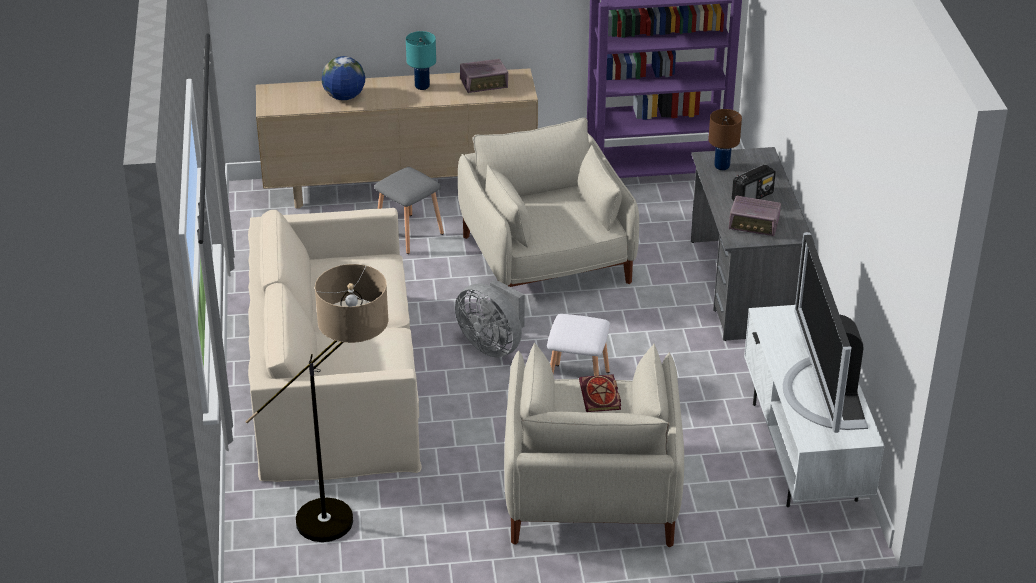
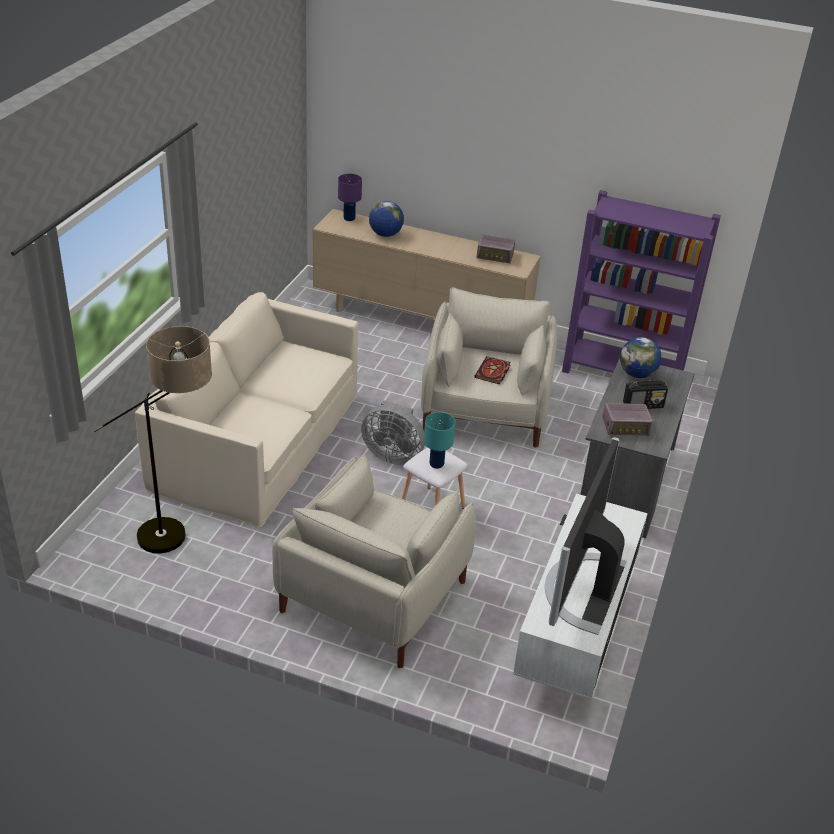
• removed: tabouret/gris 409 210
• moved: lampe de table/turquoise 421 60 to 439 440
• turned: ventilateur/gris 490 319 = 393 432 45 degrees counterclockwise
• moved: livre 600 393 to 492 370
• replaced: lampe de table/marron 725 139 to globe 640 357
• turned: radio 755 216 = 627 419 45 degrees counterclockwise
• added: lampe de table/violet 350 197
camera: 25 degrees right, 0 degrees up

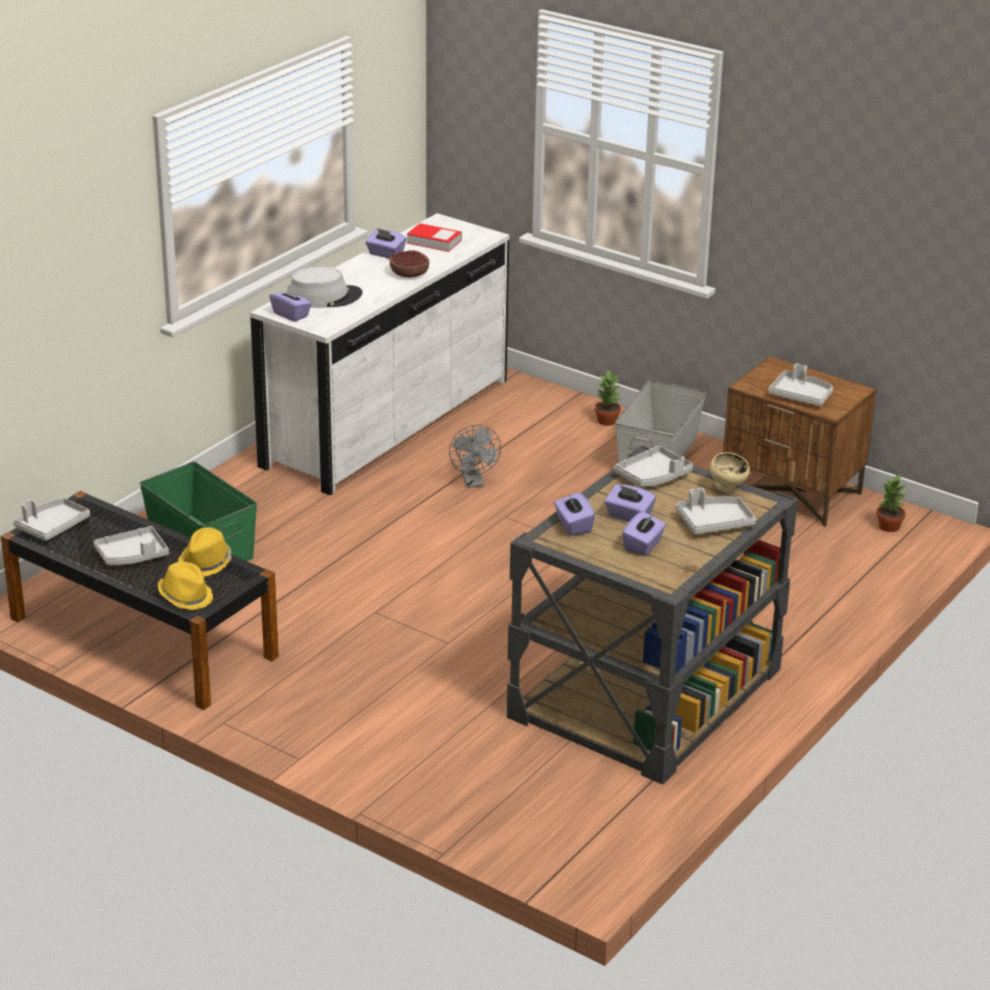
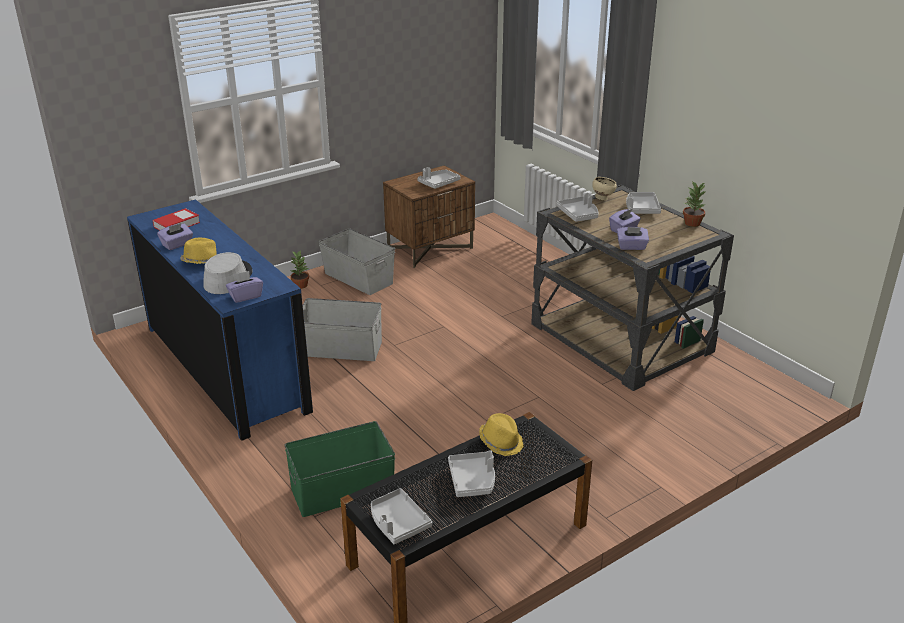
• moved: chapeau/jaune 185 586 to 198 250
• recoloured: commode/blanc 380 354 to commode/bleu 220 320
• removed: bol 409 263
• replaced: ventilateur/gris 475 456 to boîte de rangement/gris 342 329
• removed: boîte à mouchoirs/violet 644 533
• moved: plante en pot 892 503 to 694 204
camera: 70 degrees left, 0 degrees up

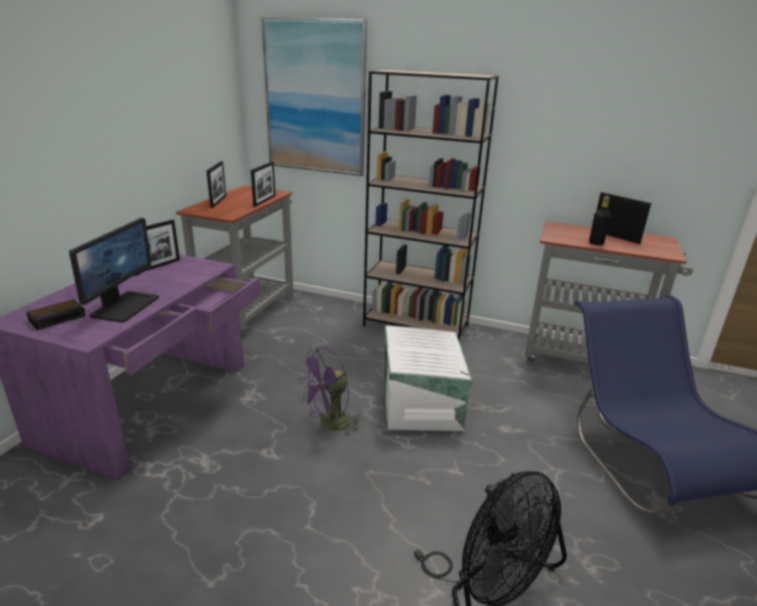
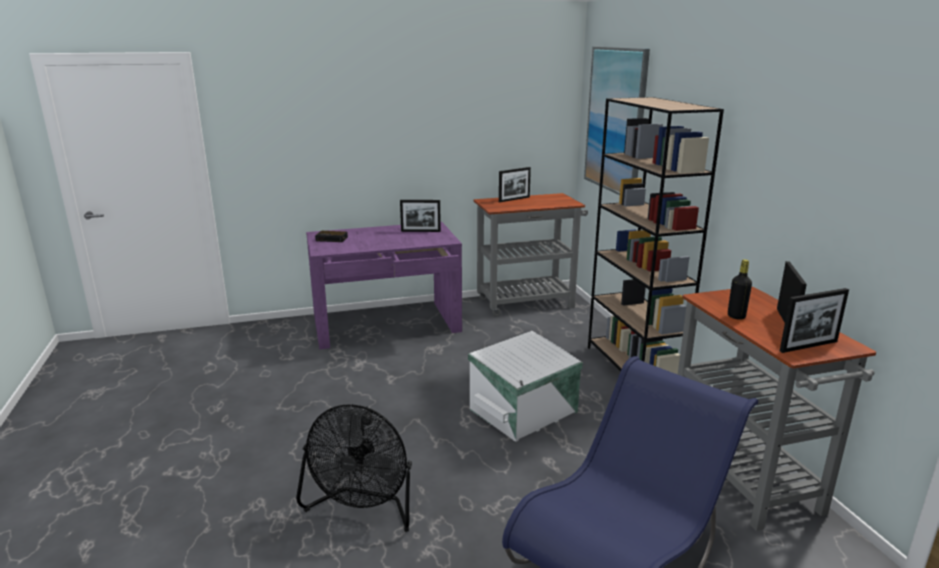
• removed: écran d'ordinateur 114 270
• moved: cadre photo 263 184 to 814 320
• removed: ventilateur/violet 329 391
camera: 55 degrees right, 5 degrees down

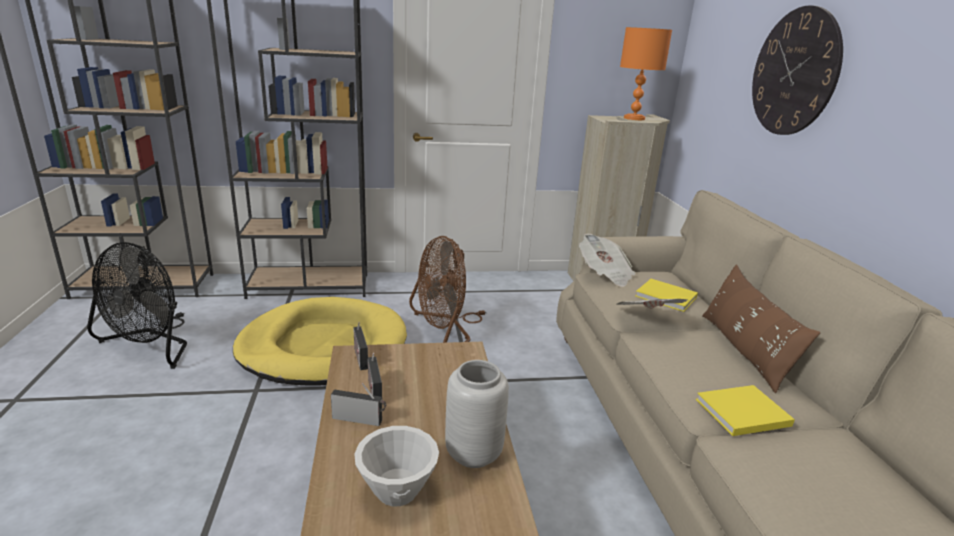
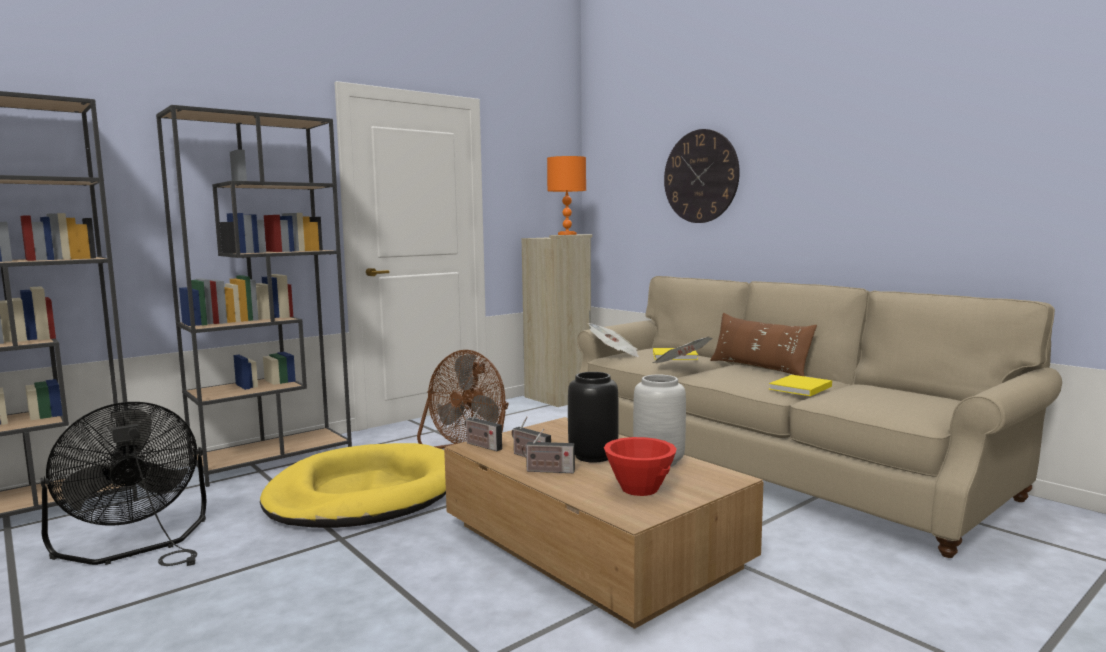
• turned: ventilateur/noir 137 305 = 123 484 150 degrees clockwise
• turned: radio 358 404 = 548 450 150 degrees counterclockwise
• recoloured: bol/blanc 396 466 to bol/rouge 640 466
• added: vase/noir 593 417
camera: 30 degrees left, 15 degrees down

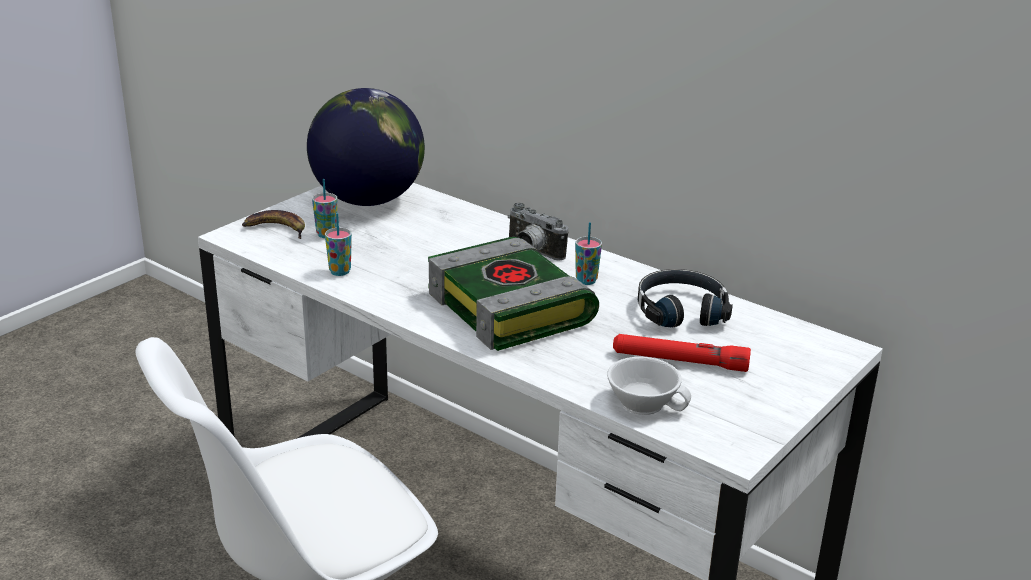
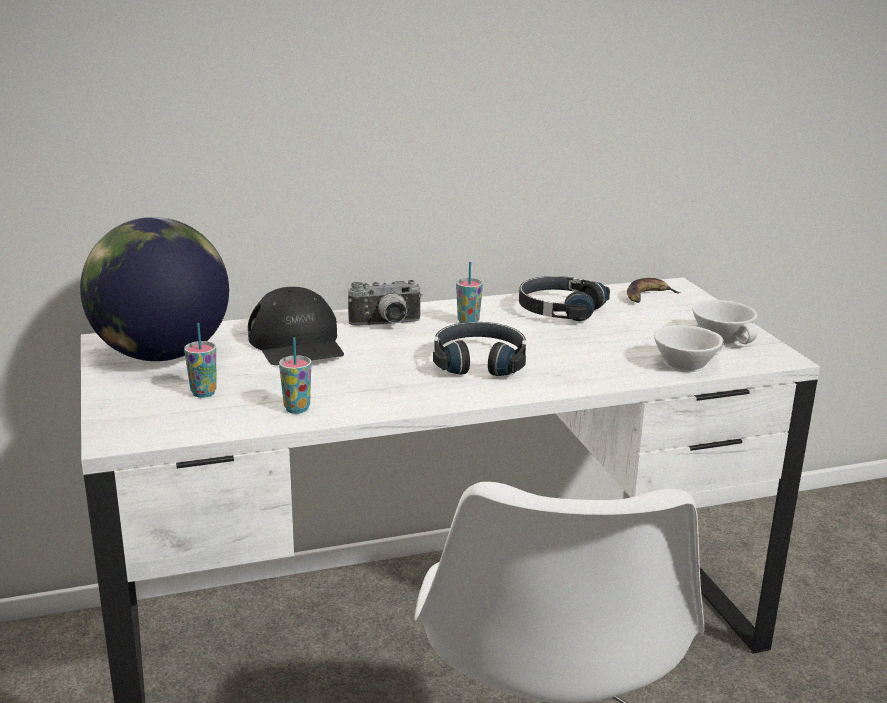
• moved: banane 273 224 to 654 290
• replaced: livre 513 294 to casque audio/noir 479 349
• removed: lampe de poche/rouge 682 353
• added: casquette/noir 296 326
• added: tasse/blanc 724 322
camera: 55 degrees left, 5 degrees down

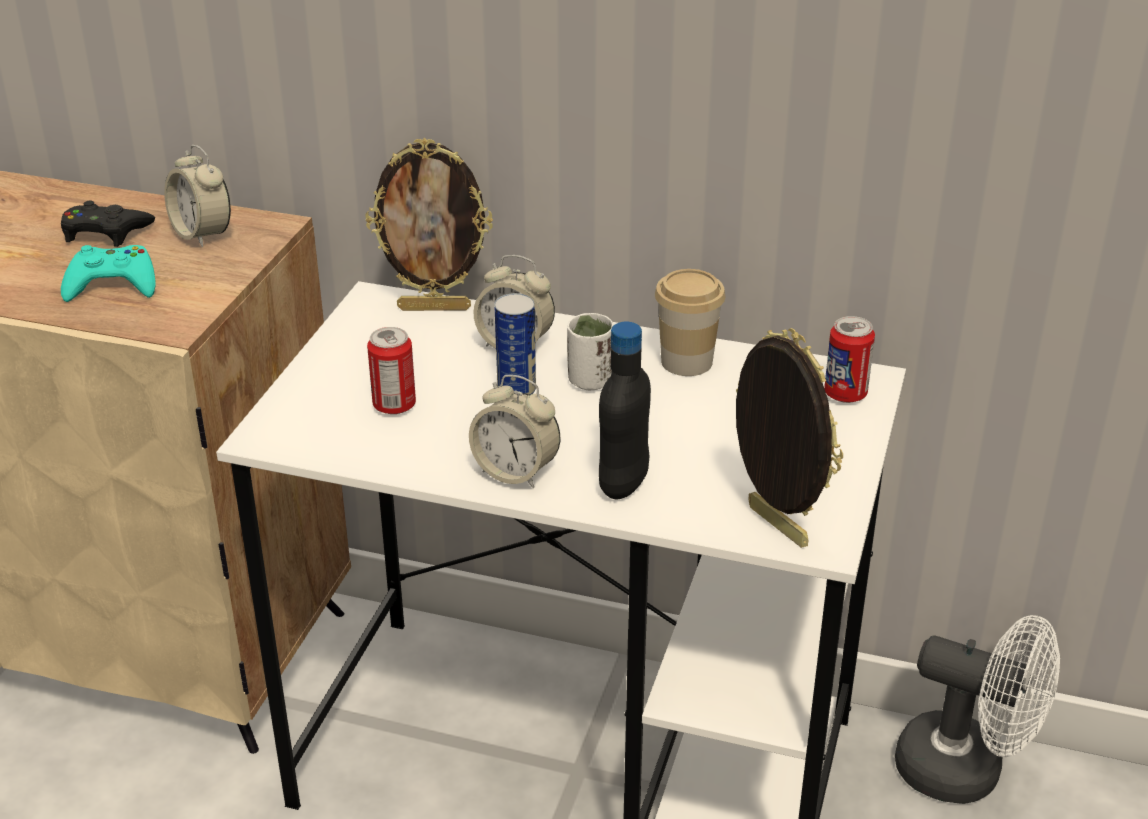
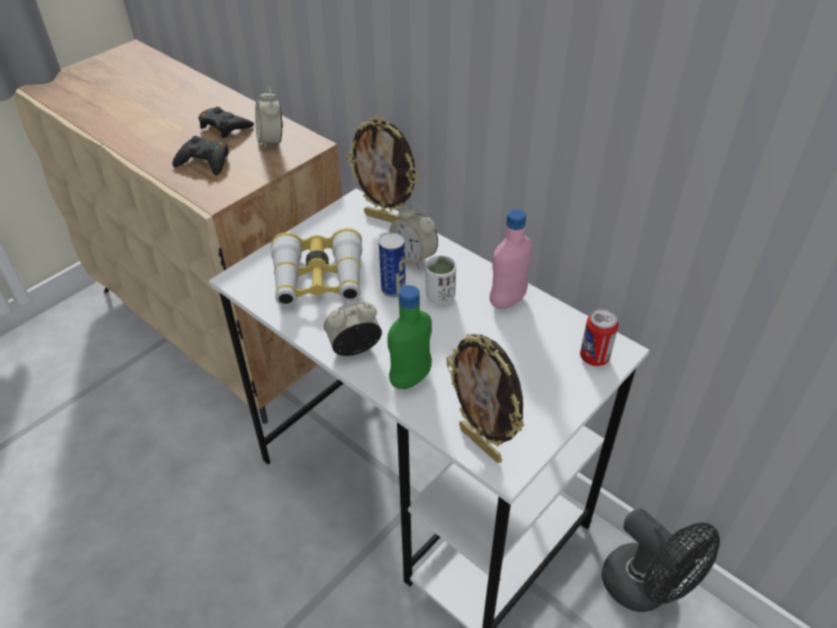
• recoloured: manette/turquoise 108 273 to manette/noir 200 156
• replaced: boîte métallique 391 370 to jumelles 316 267
• turned: réveil 514 431 = 353 329 105 degrees clockwise
• recoloured: bouteille/noir 625 411 to bouteille/vert 409 337
• replaced: tasse 690 322 to bouteille/rose 511 259
• turned: cadre photo 789 438 = 485 398 150 degrees clockwise
• recoloured: ventilateur/blanc 977 709 to ventilateur/noir 661 560
camera: 25 degrees right, 10 degrees up

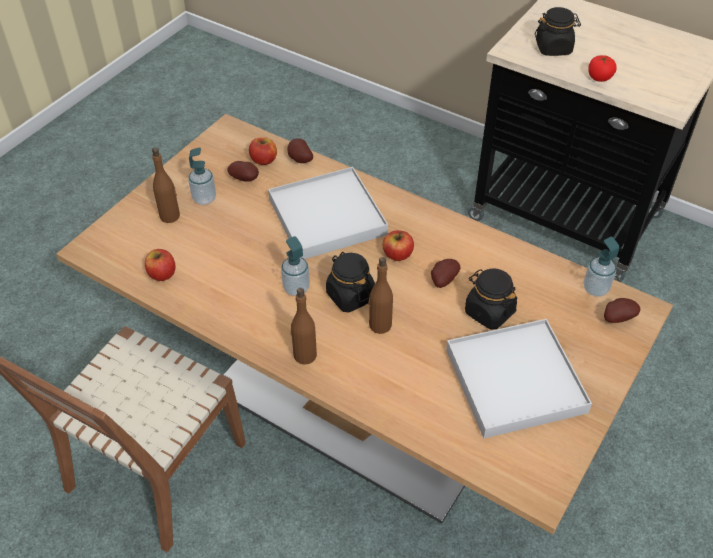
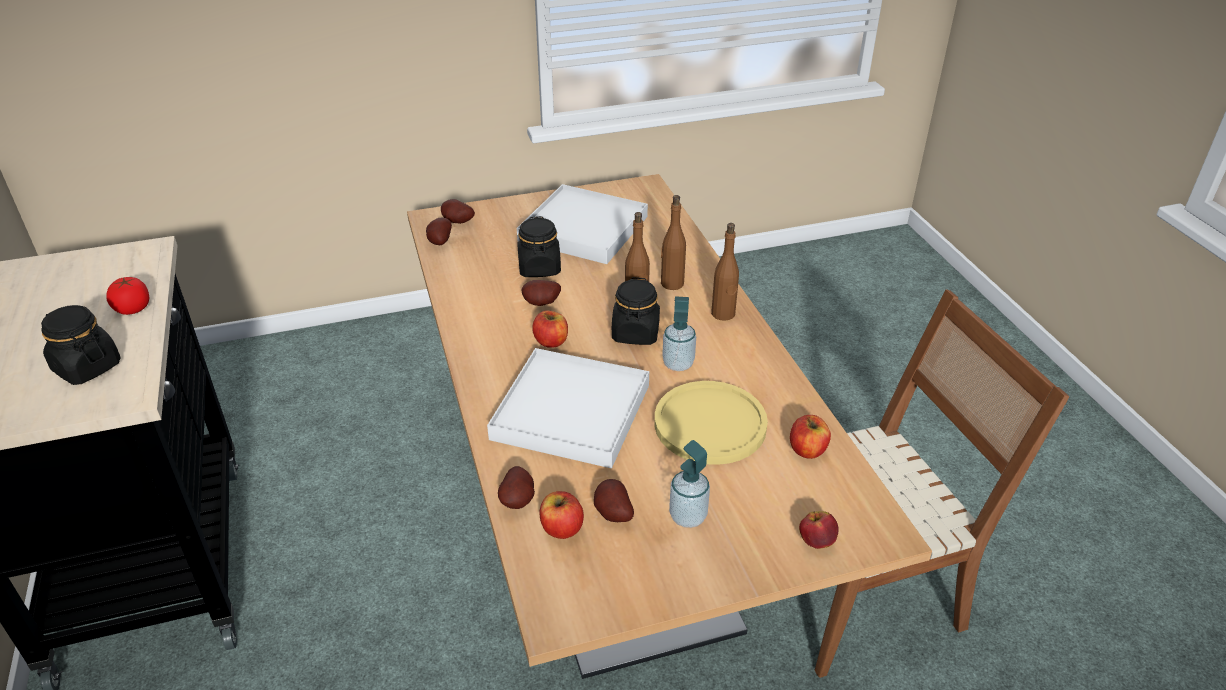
• moved: bouteille/marron 166 185 to 673 242
• replaced: distributeur de savon 602 267 to pomme de terre 439 231
• added: assiette/jaune 711 423
• added: pomme 819 530
camera: 140 degrees left, 10 degrees down

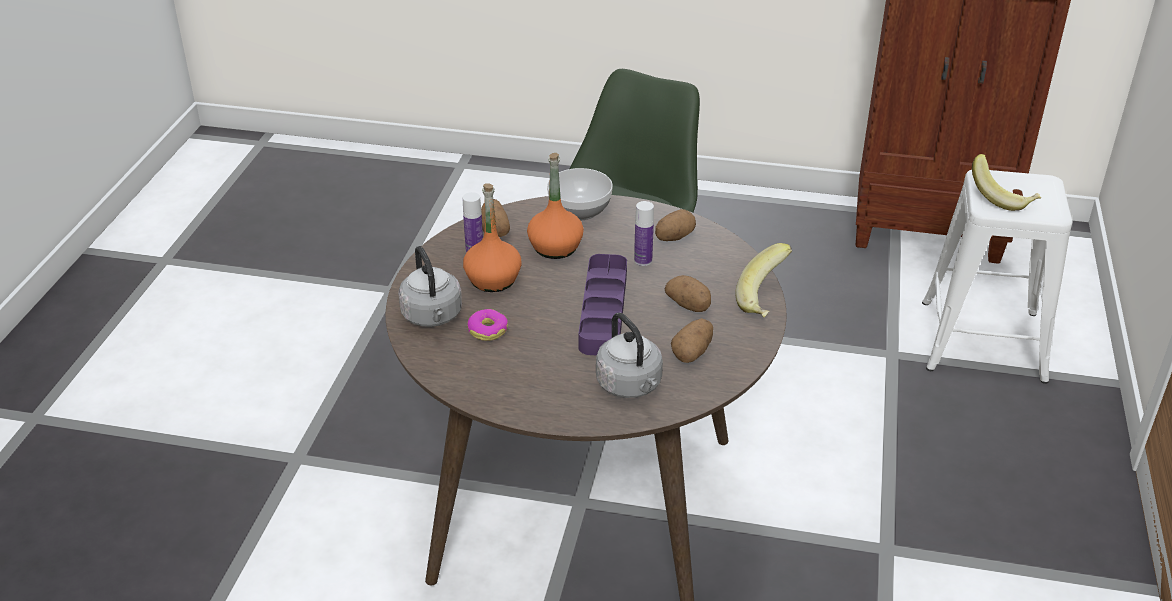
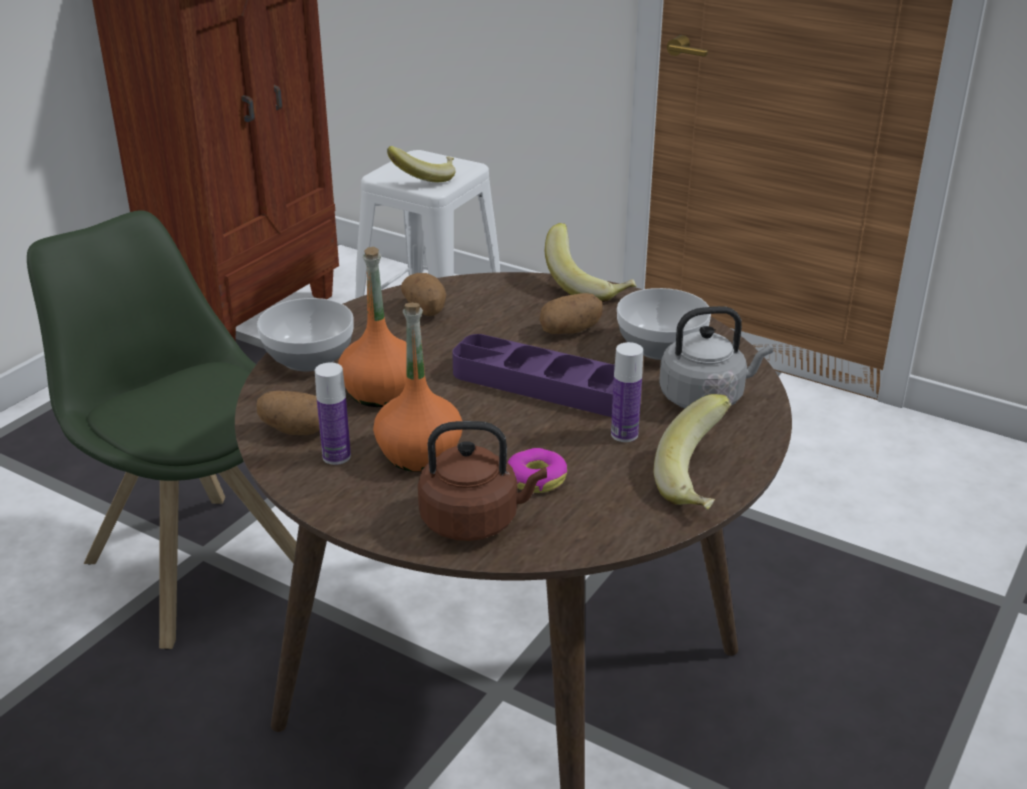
• recoloured: bouilloire/gris 430 286 to bouilloire/marron 482 481
• moved: bouteille 644 233 to 627 392
• replaced: pomme de terre 692 340 to bol 664 324
• added: banane 692 452
camera: 70 degrees left, 5 degrees down

